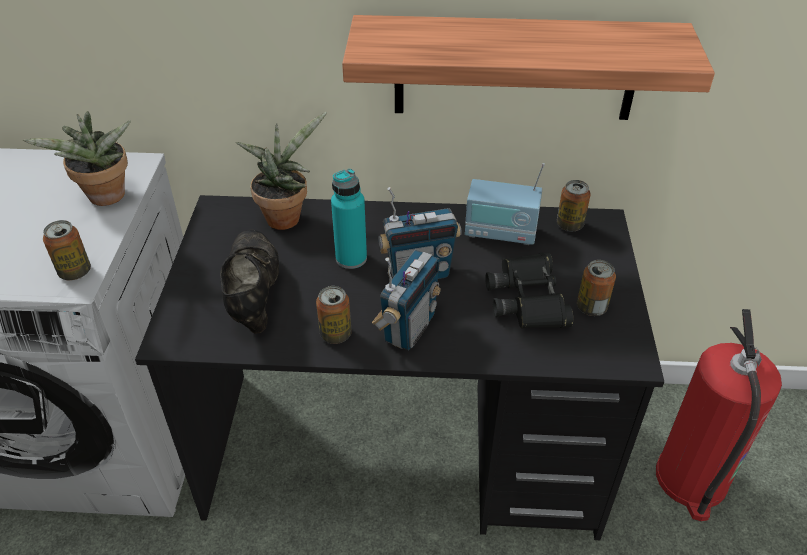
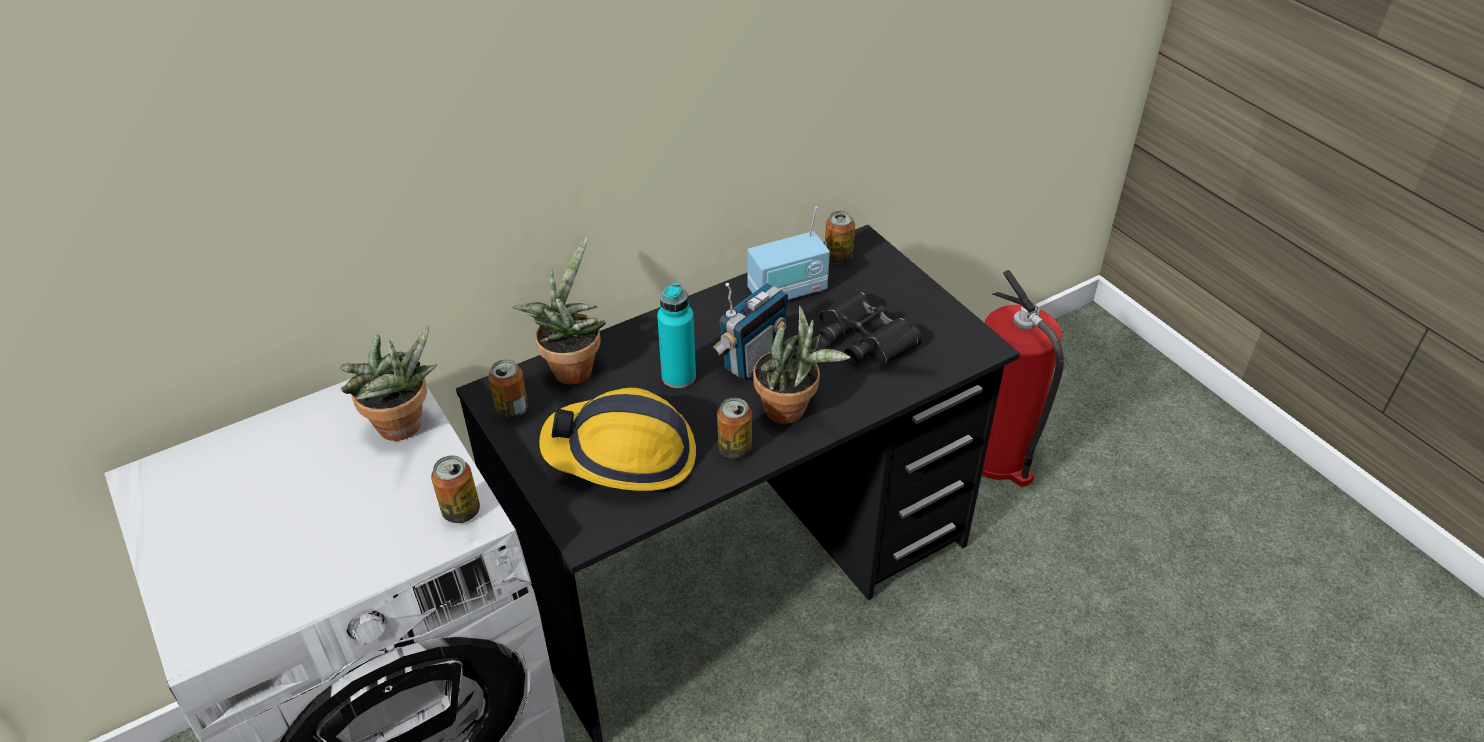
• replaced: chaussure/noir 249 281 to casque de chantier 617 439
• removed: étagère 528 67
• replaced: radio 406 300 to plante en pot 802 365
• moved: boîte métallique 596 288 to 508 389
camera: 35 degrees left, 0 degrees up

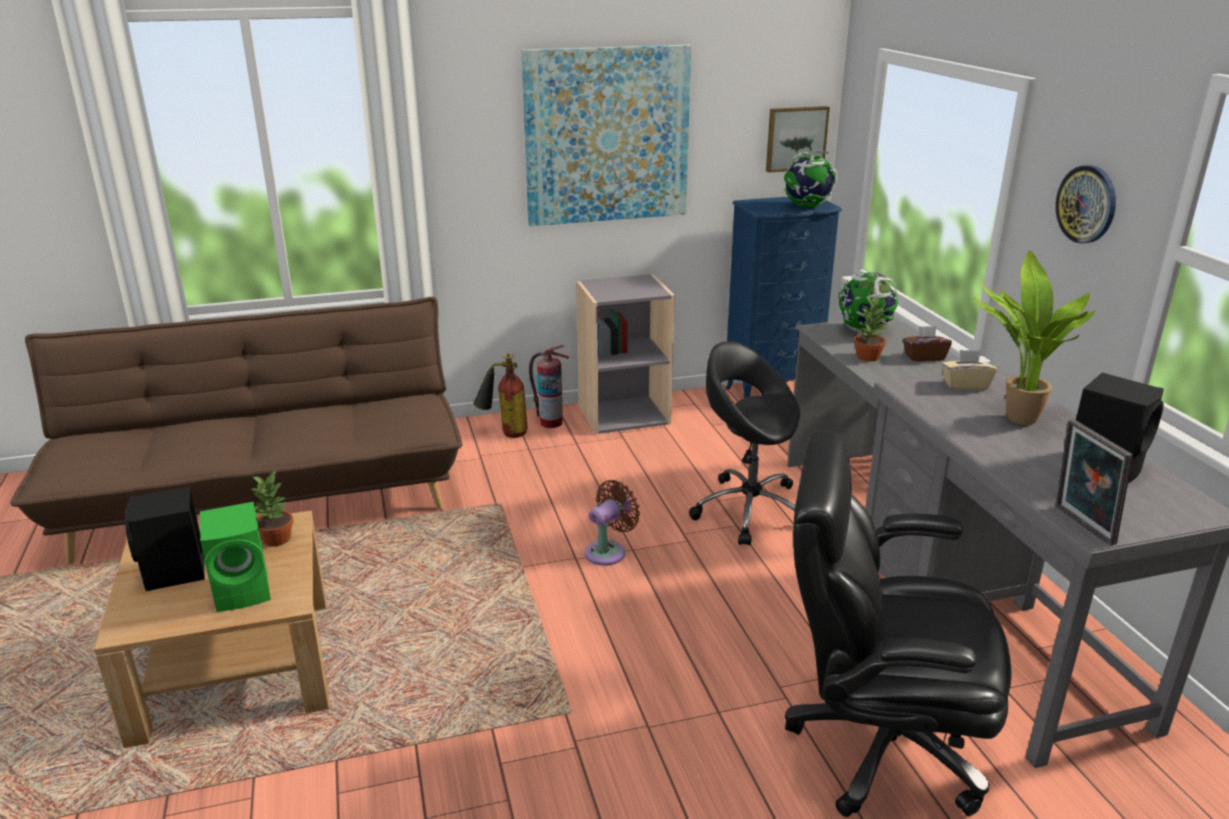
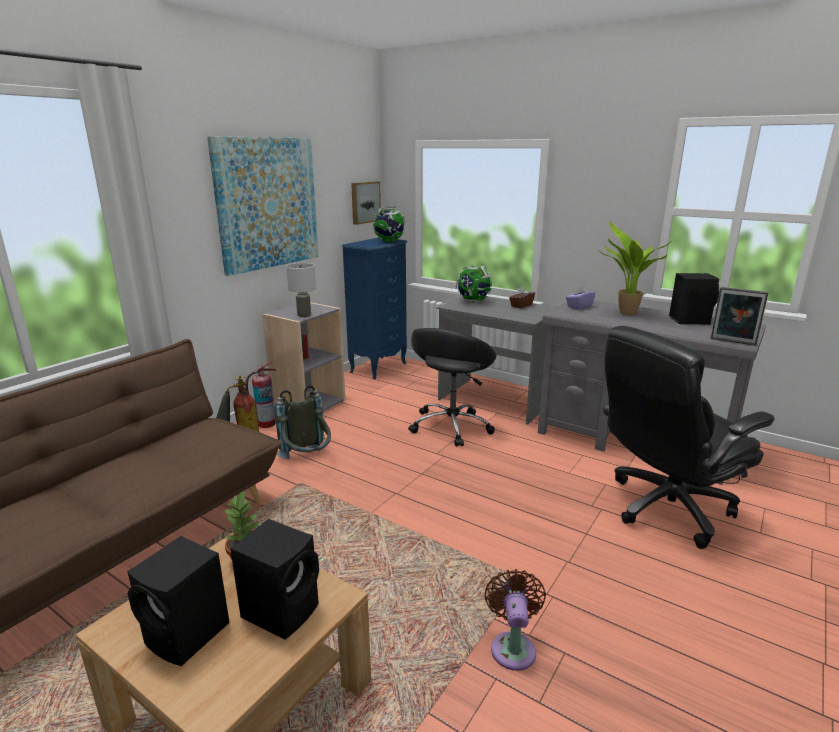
• recoloured: enceinte/vert 235 557 to enceinte/noir 274 579
• moved: ventilateur/marron 612 523 to 515 620
• turned: chaise de bureau/noir 744 443 = 452 387 45 degrees counterclockwise
• removed: plante en pot 870 329
• recoloured: boîte à mouchoirs/beige 969 370 to boîte à mouchoirs/violet 580 298
• removed: horloge murale 1085 204
• added: sac à dos/gris 302 422
• added: lampe de table/blanc 301 290
camera: 40 degrees left, 5 degrees down

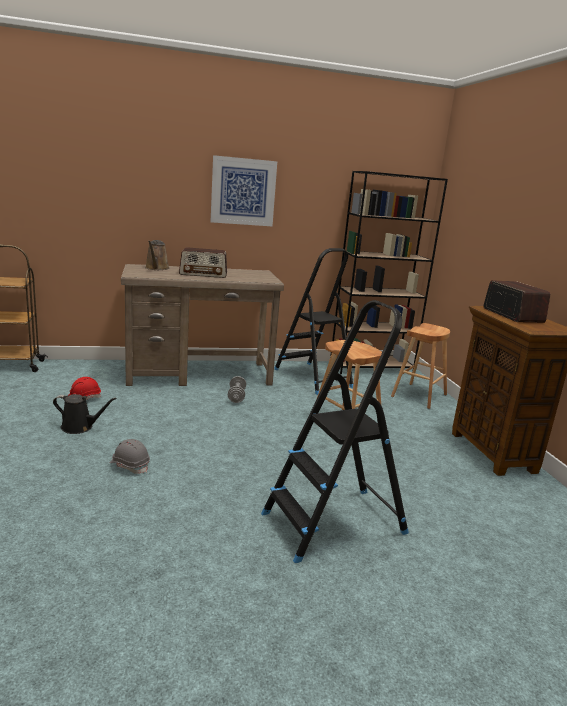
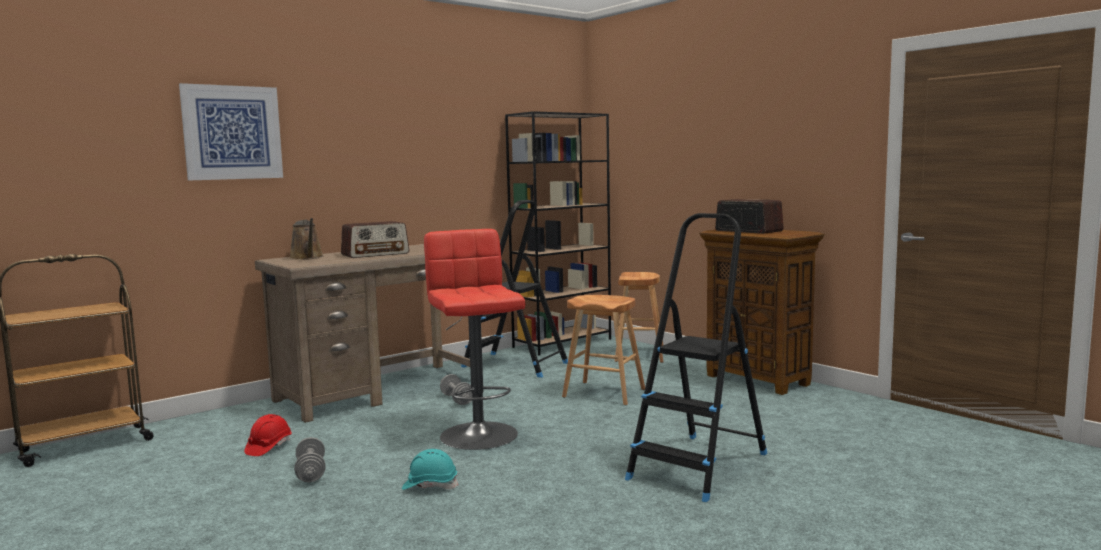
• replaced: arrosoir/noir 85 414 to haltère/gris 310 460
• recoloured: casque de chantier/gris 129 456 to casque de chantier/turquoise 430 469
• moved: tableau 244 190 to 231 132
• added: tabouret/rouge 474 339
camera: 25 degrees left, 10 degrees down

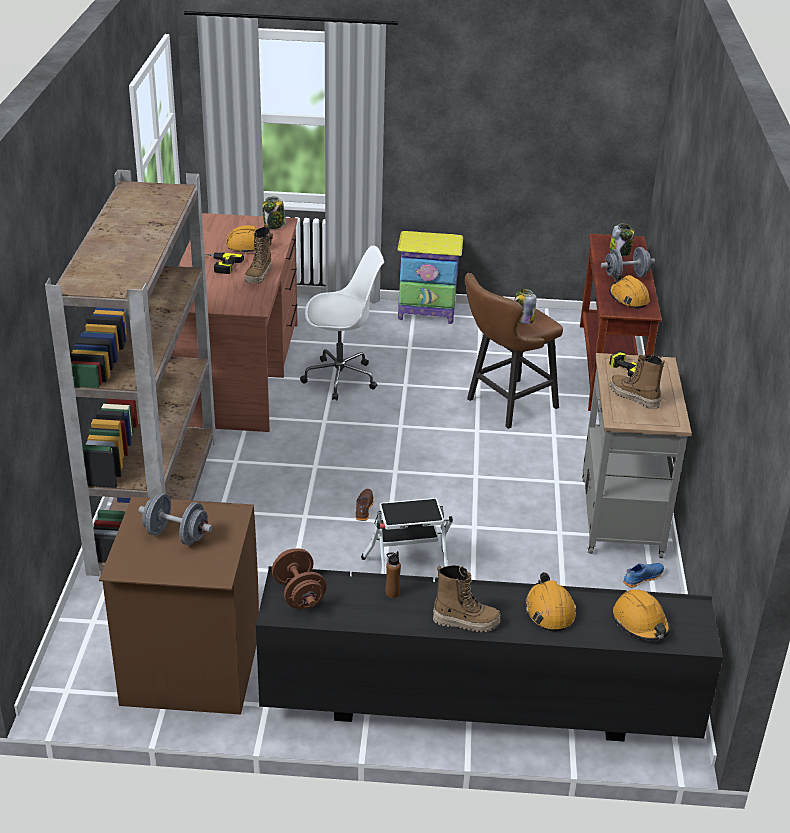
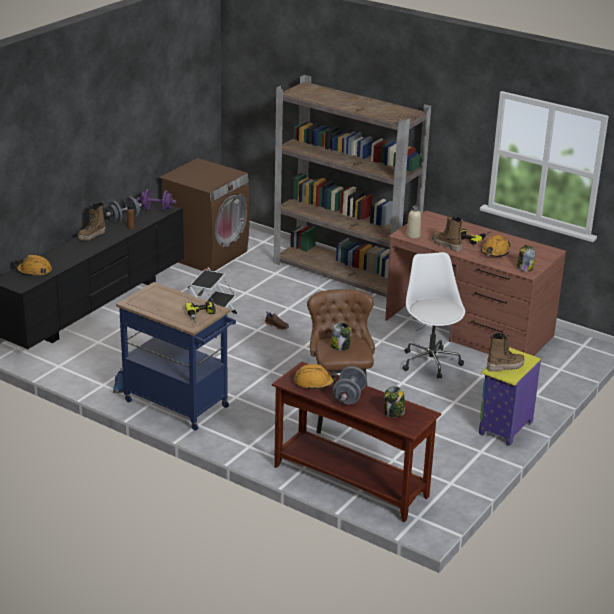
• moved: haltère/gris 175 519 to 123 209
• recoloured: haltère/marron 299 578 to haltère/violet 157 200
• turned: chaise de bureau/blanc 342 323 = 433 315 150 degrees clockwise
• removed: casque de chantier/orange 551 601
• recoloured: chariot/gris 637 455 to chariot/bleu 176 356
• moved: botte 637 382 to 506 352
• added: bouteille/beige 413 222
camera: 120 degrees right, 5 degrees down

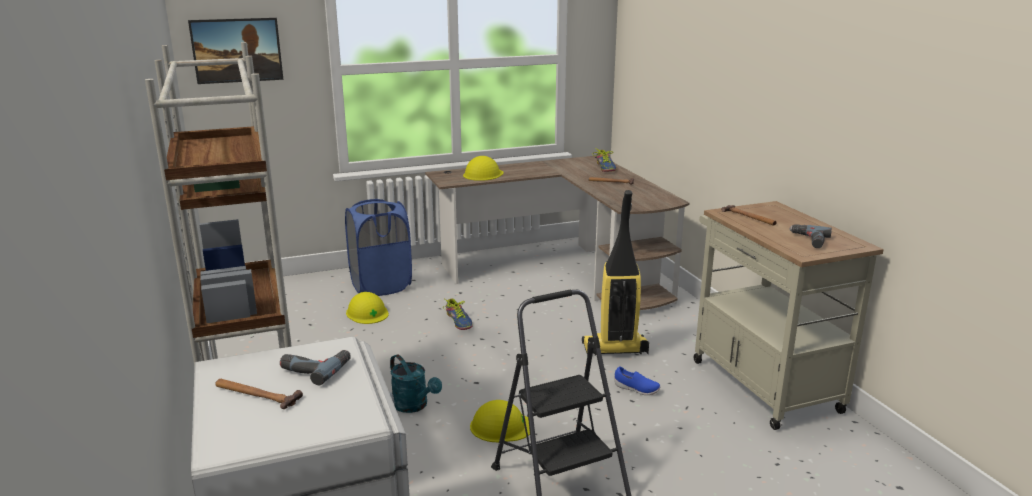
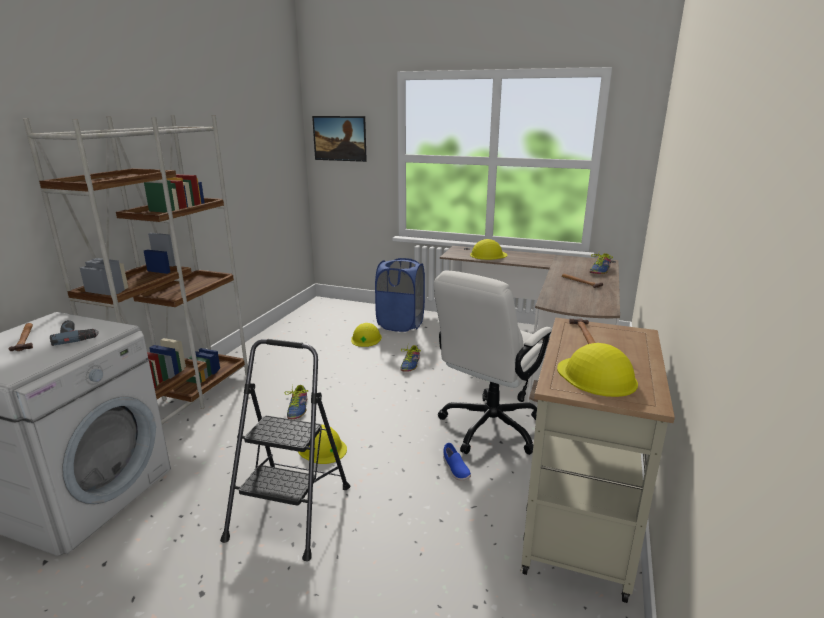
• replaced: arrosoir/turquoise 416 383 to chaussure 296 402
• replaced: aspirateur 615 273 to chaise de bureau/blanc 493 363
• replaced: perceuse 810 236 to casque de chantier/jaune 597 370
camera: 40 degrees right, 0 degrees up

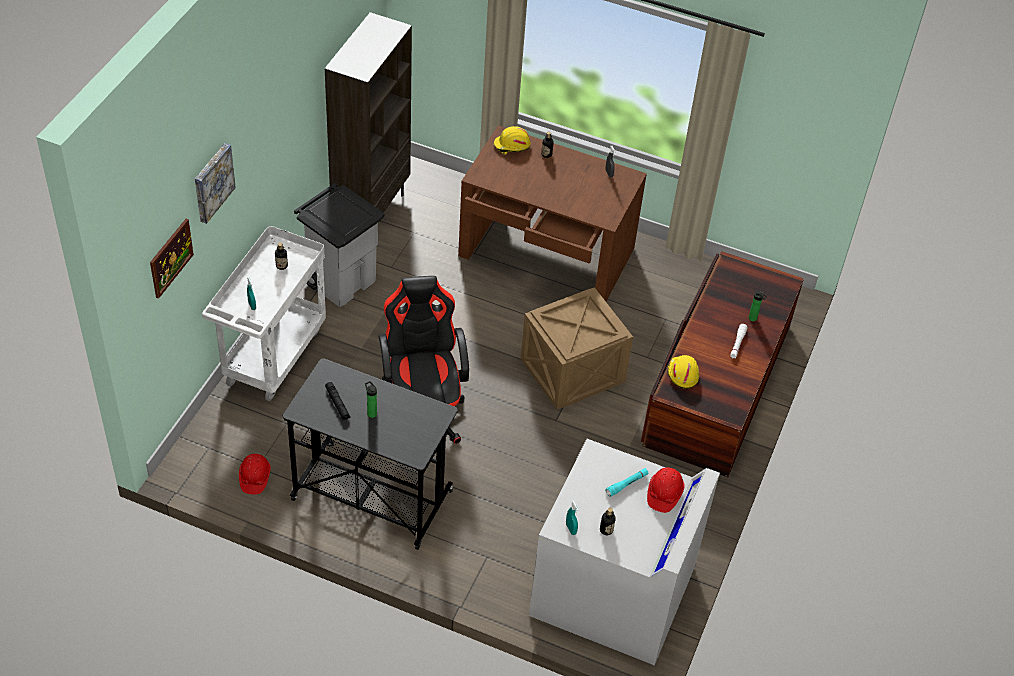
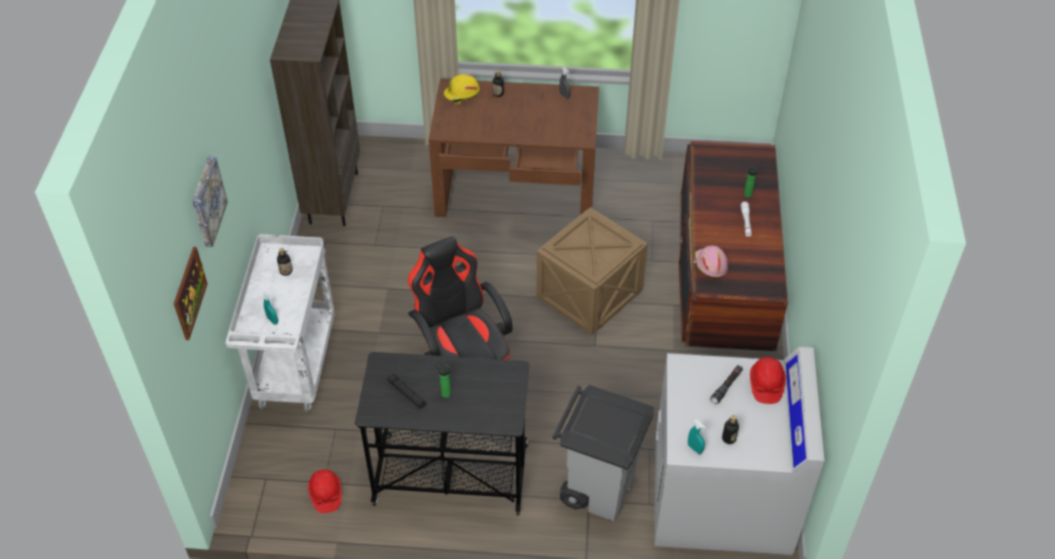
• moved: poubelle/gris 339 245 to 603 453
• recoloured: lampe de poche/turquoise 627 482 to lampe de poche/noir 726 384
• recoloured: casque de chantier/jaune 683 372 to casque de chantier/rose 710 262
camera: 15 degrees left, 0 degrees up

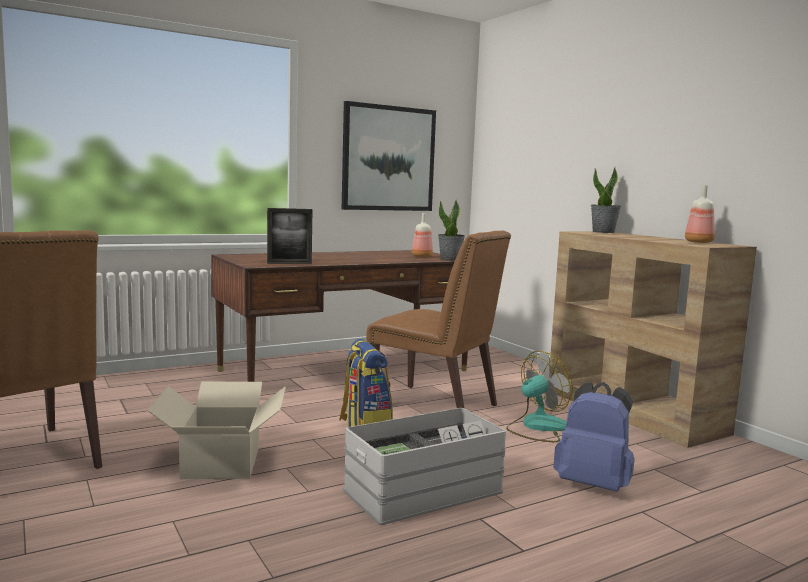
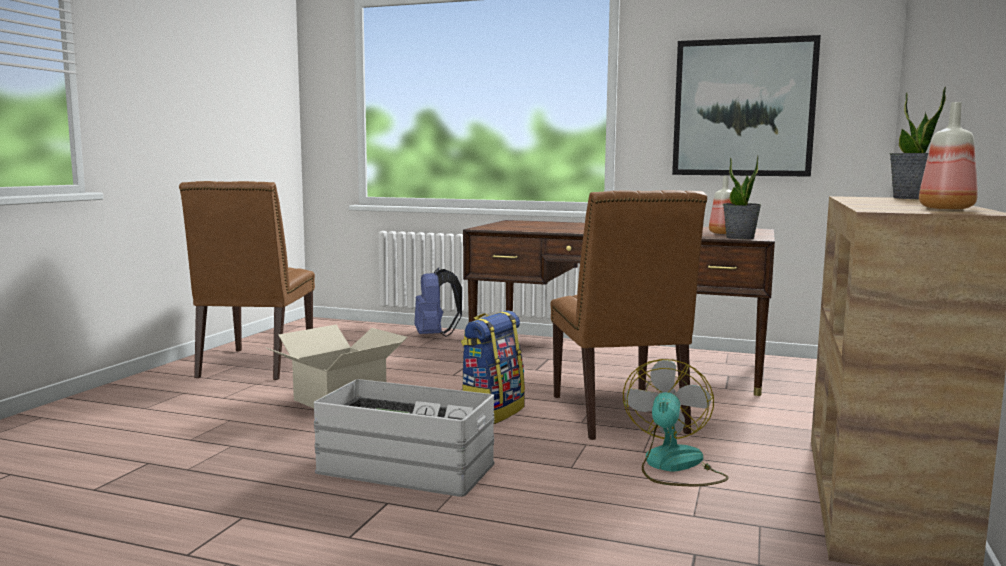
• removed: cadre photo 289 236
• turned: ventilateur 539 396 = 676 422 90 degrees counterclockwise
• moved: sac à dos/bleu 593 437 to 438 302
camera: 50 degrees right, 0 degrees up

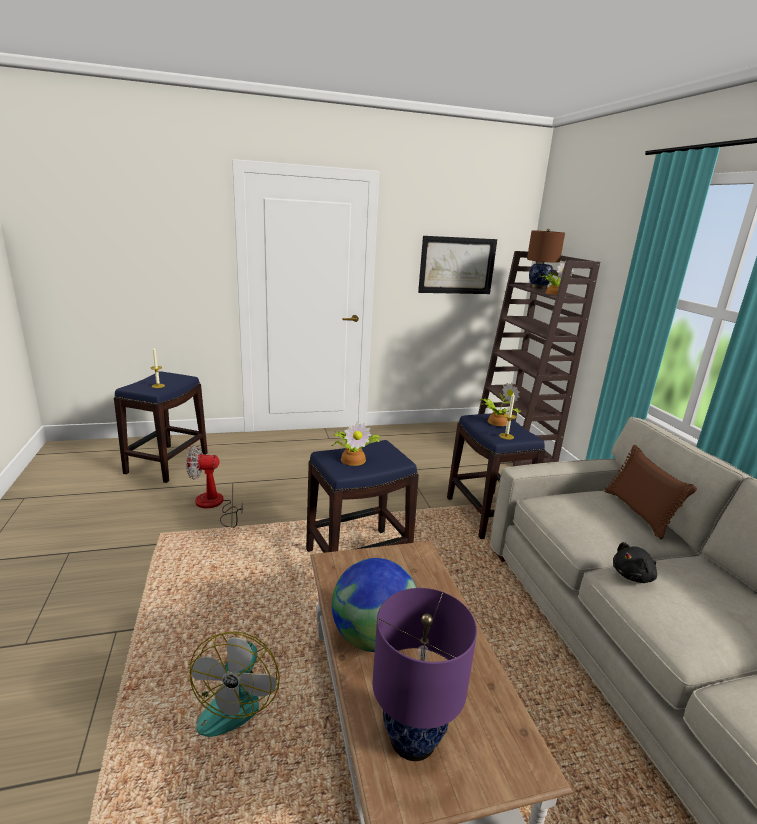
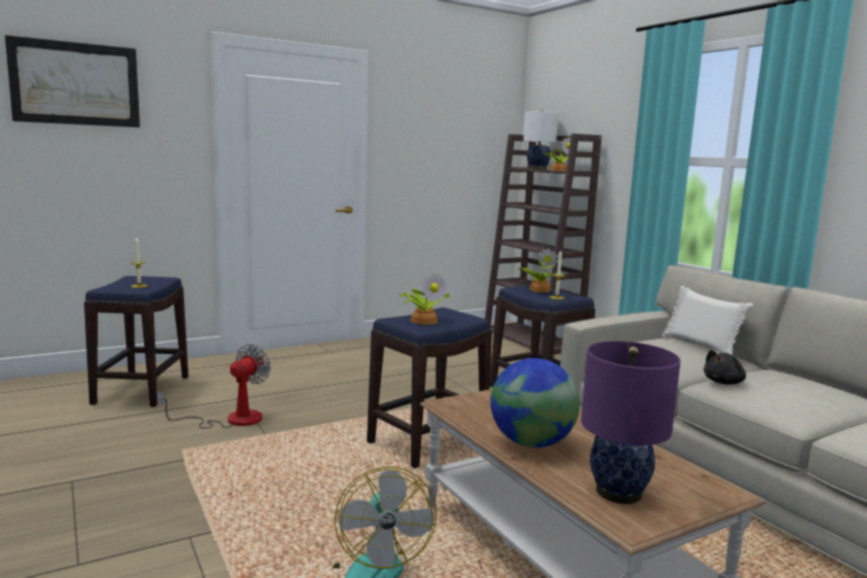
• turned: ventilateur 214 486 = 214 386 135 degrees clockwise
• moved: tableau 457 265 to 72 81
• recoloured: lampe de table/marron 546 259 to lampe de table/blanc 540 140
• recoloured: coussin/marron 651 492 to coussin/blanc 707 320
camera: 15 degrees left, 10 degrees down

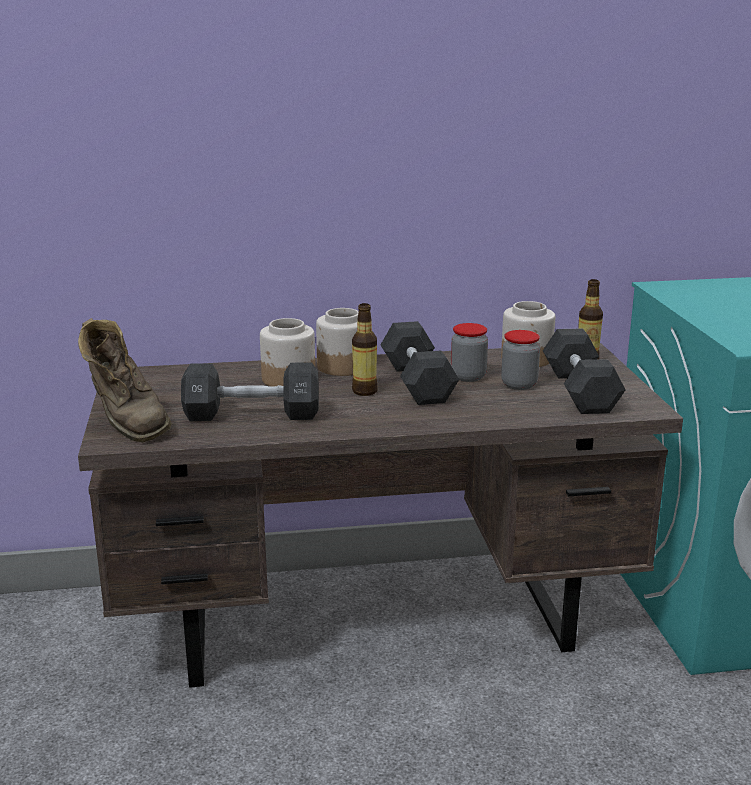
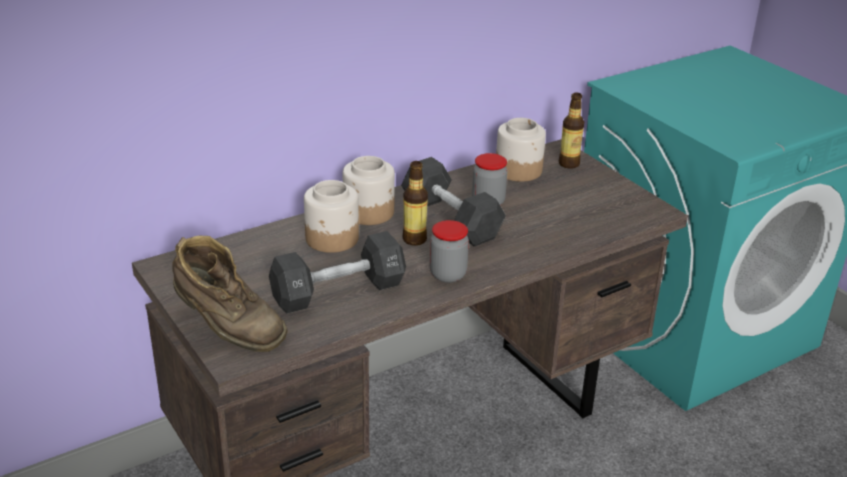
• moved: bocal 520 360 to 449 251
• removed: haltère/gris 584 371
camera: 25 degrees left, 10 degrees up

